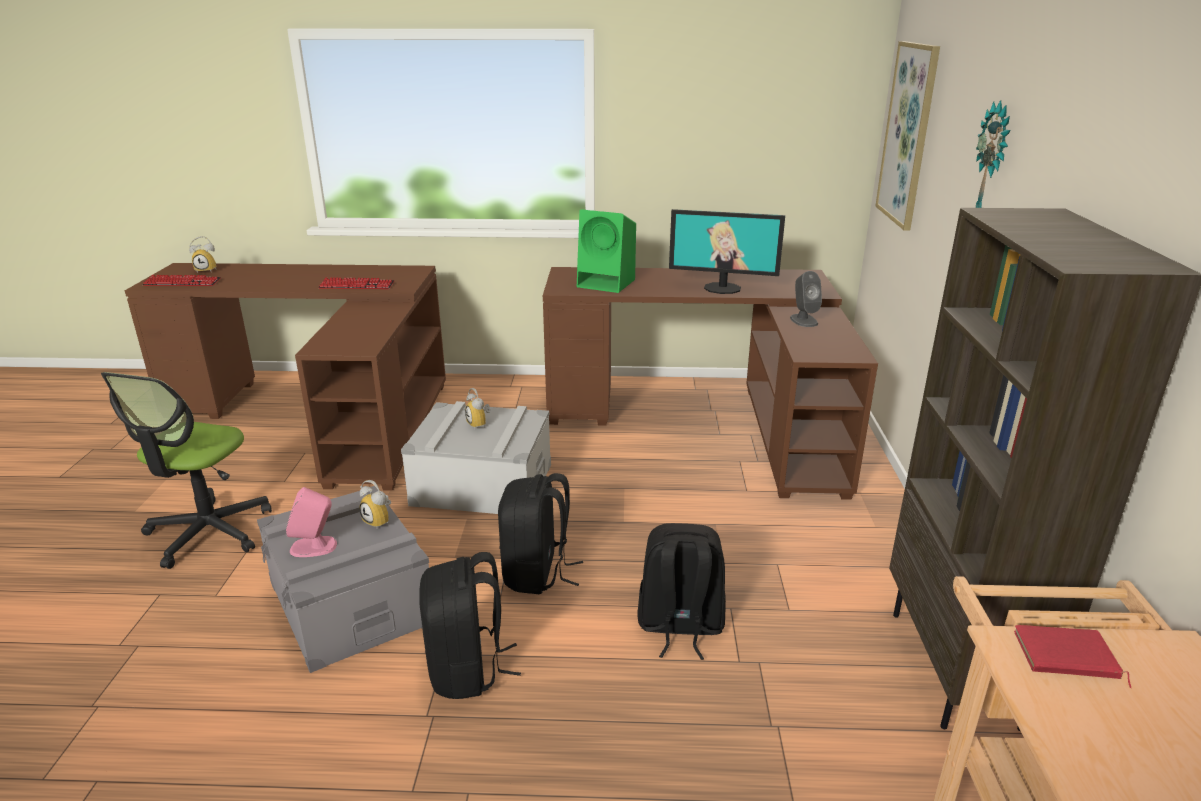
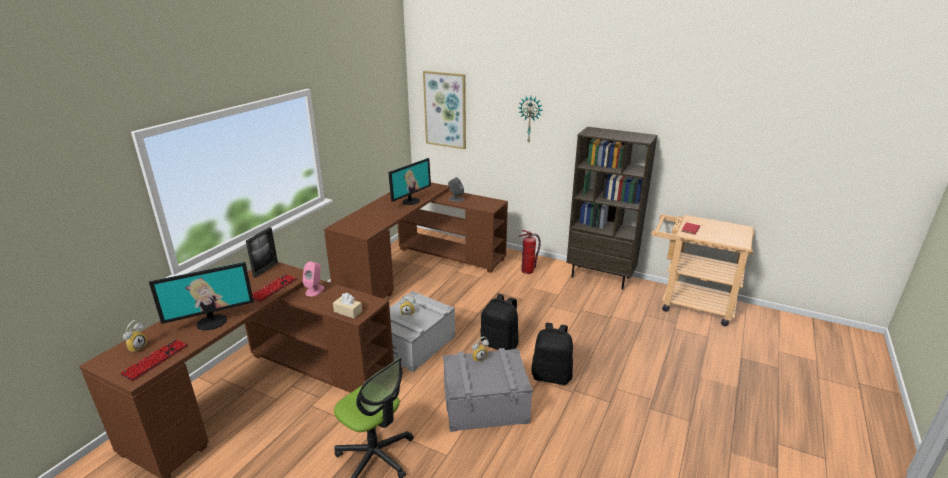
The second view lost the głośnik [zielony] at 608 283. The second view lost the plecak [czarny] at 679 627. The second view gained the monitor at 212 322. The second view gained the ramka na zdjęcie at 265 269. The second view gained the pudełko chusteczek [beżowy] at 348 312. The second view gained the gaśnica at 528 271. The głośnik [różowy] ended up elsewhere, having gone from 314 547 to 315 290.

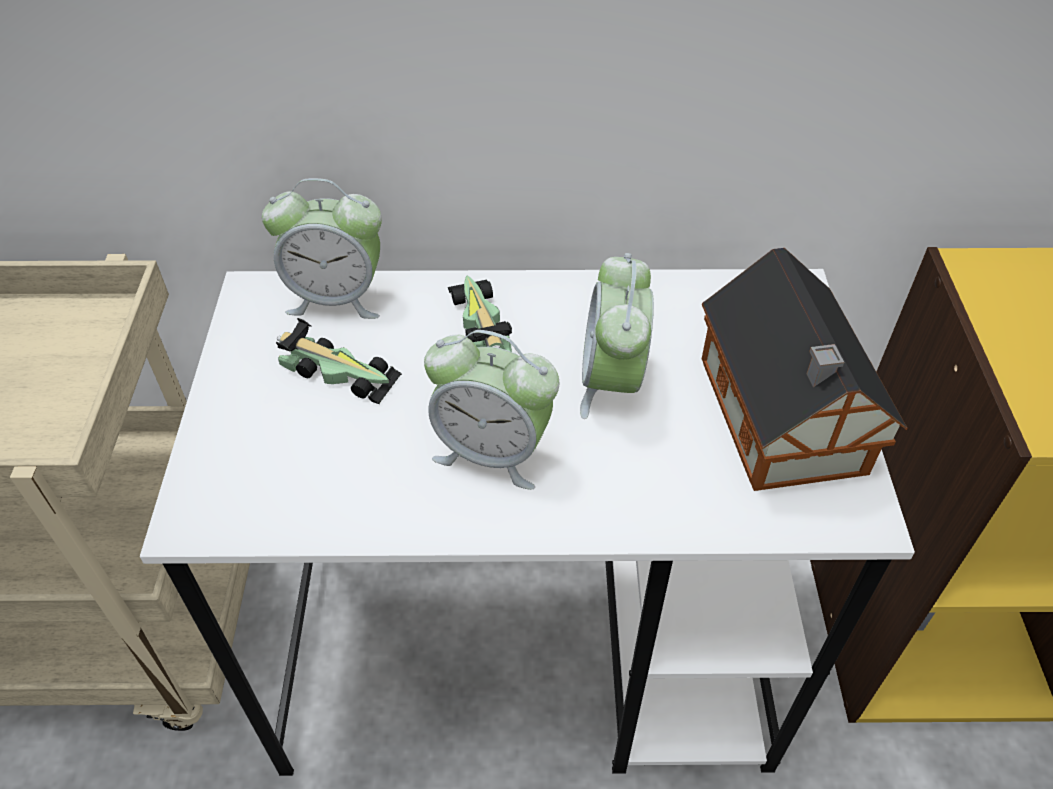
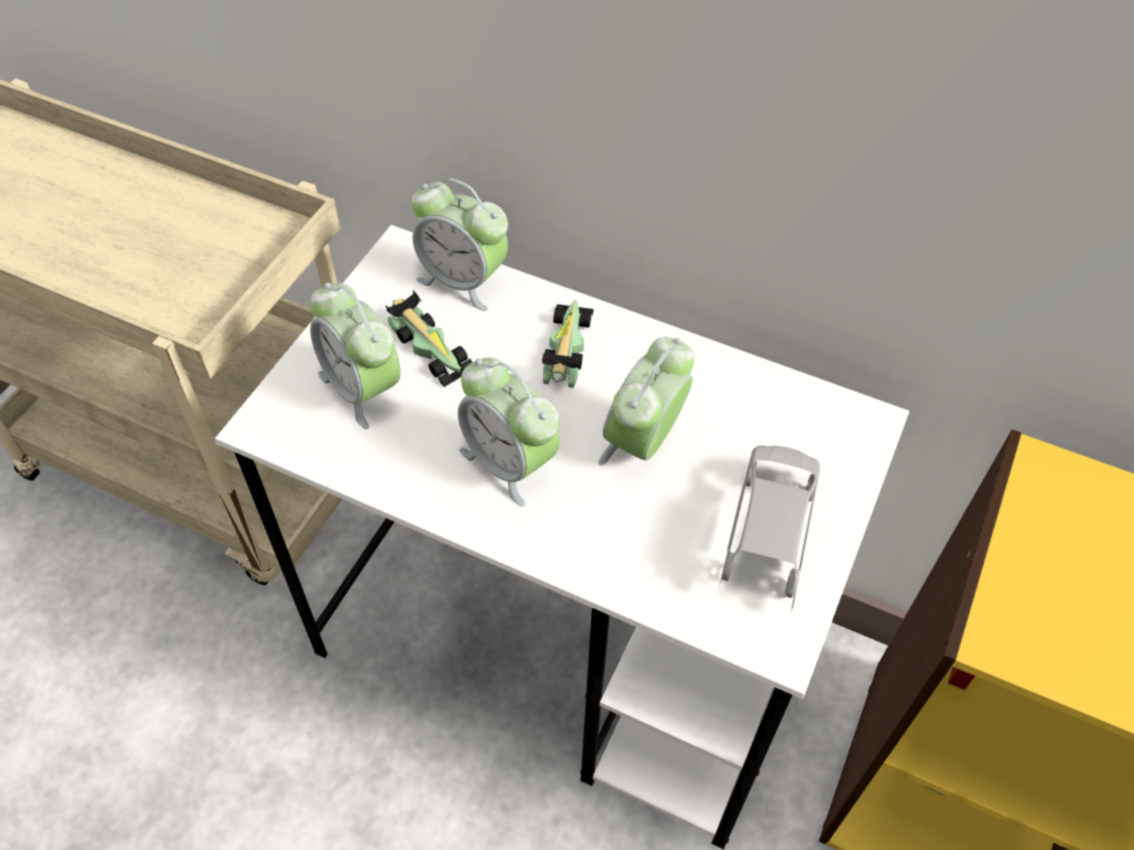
The second view gained the budzik at 363 388. Where the domek stood at 781 421, the samochodzik [szary] came to stand at 767 535.

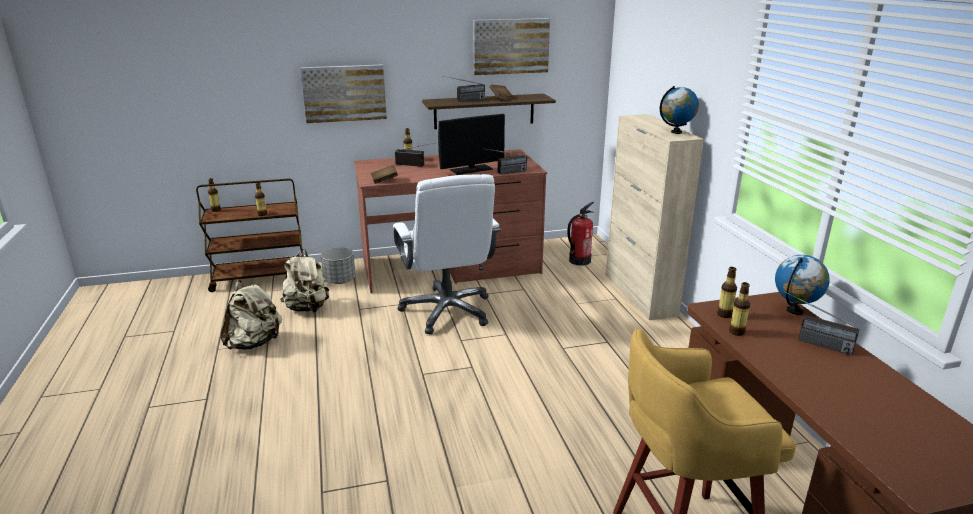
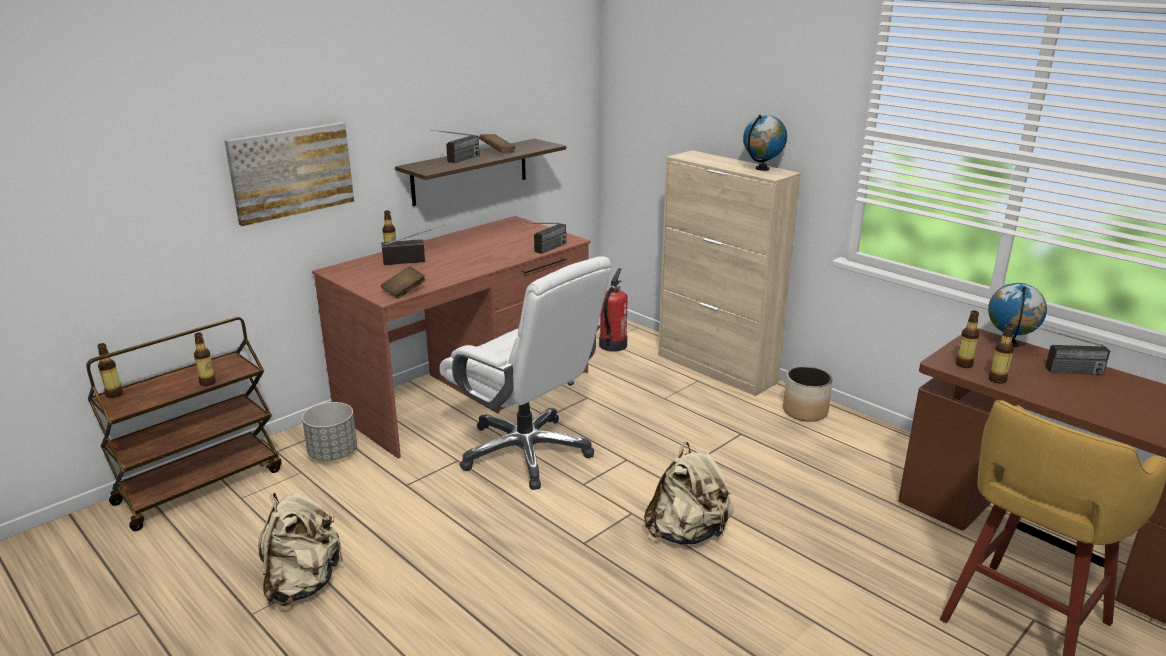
The second view lost the monitor at 471 169. The second view lost the obraz at 510 46. The second view gained the donica at 805 411. The plecak [beżowy] ended up elsewhere, having gone from 307 308 to 687 533.

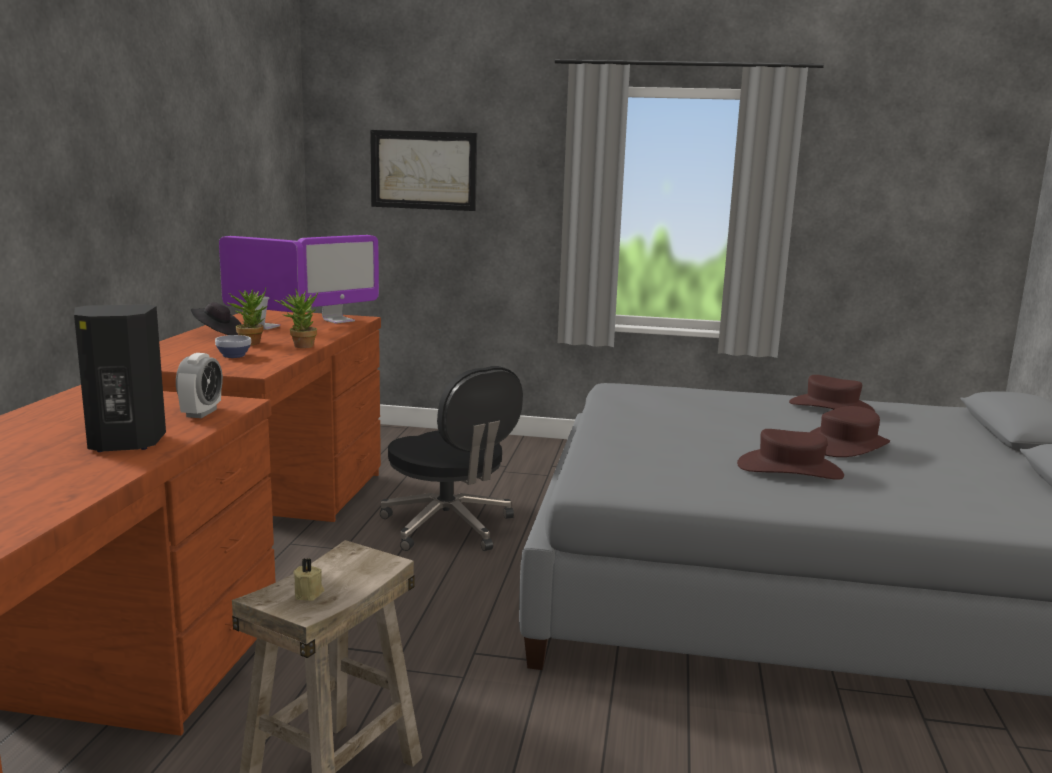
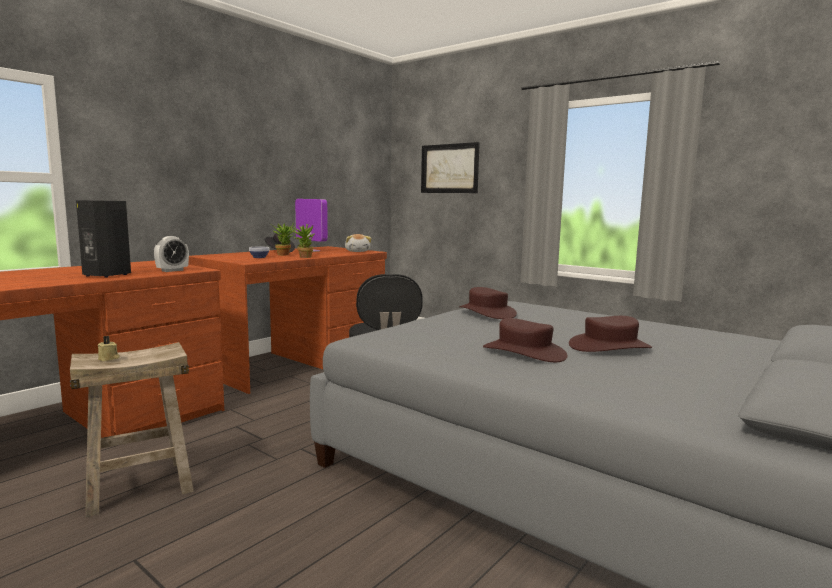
The kapelusz [brązowy] ended up elsewhere, having gone from 831 408 to 487 312. Where the monitor stood at 338 320, the pluszak came to stand at 357 251.

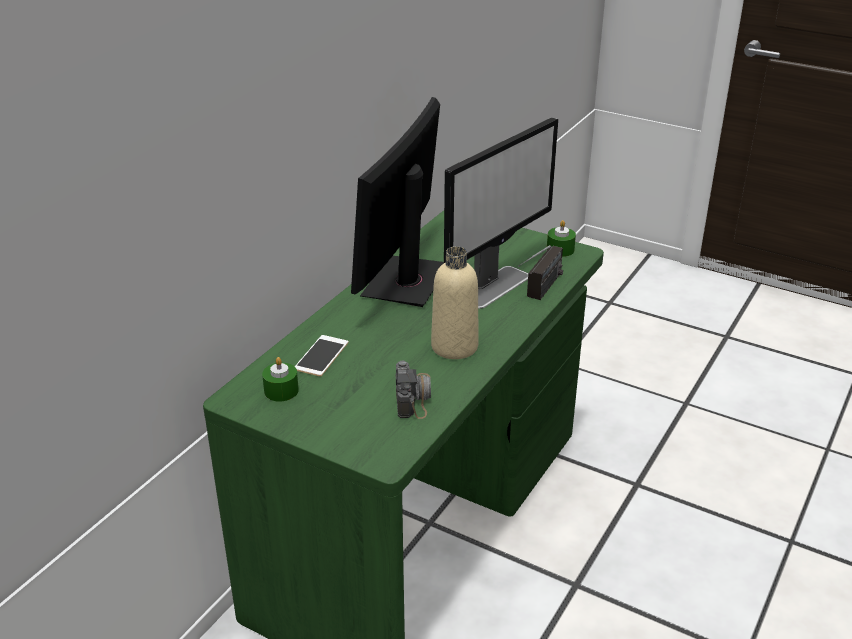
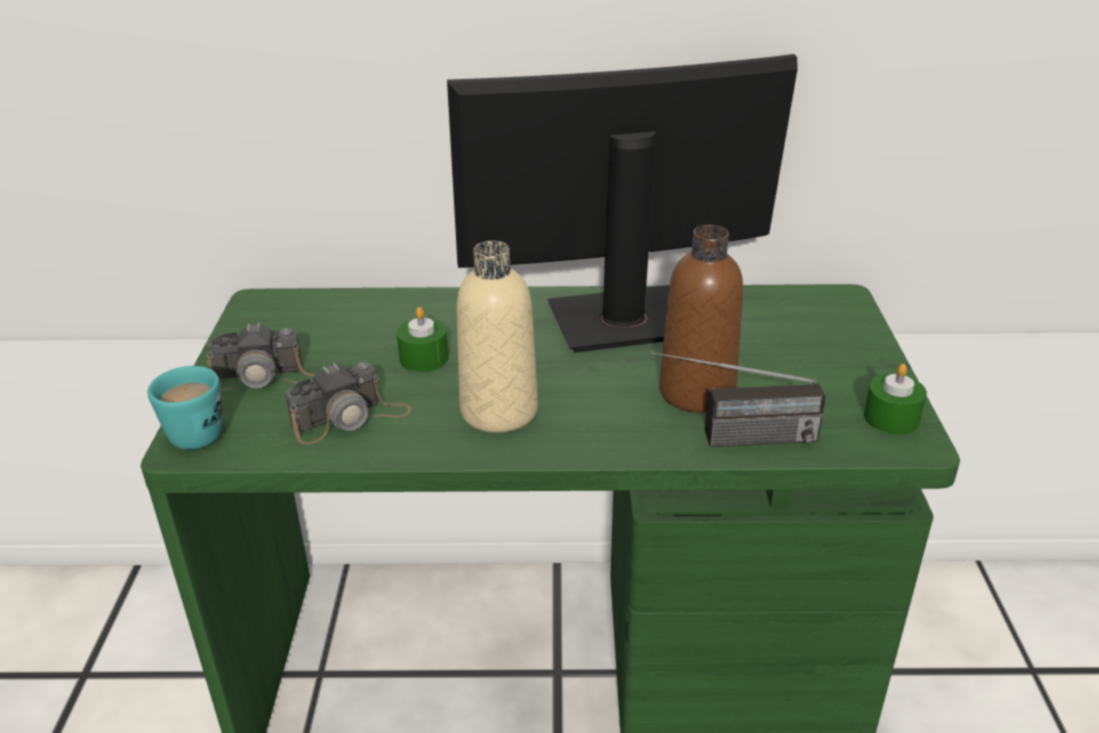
The second view lost the telefon at 321 356. The second view gained the kubek [turkusowy] at 197 429. The second view gained the aparat fotograficzny at 266 377. The świeca [zielony] ended up elsewhere, having gone from 281 390 to 424 358. Where the monitor stood at 494 287, the butelka [brązowy] came to stand at 697 392.

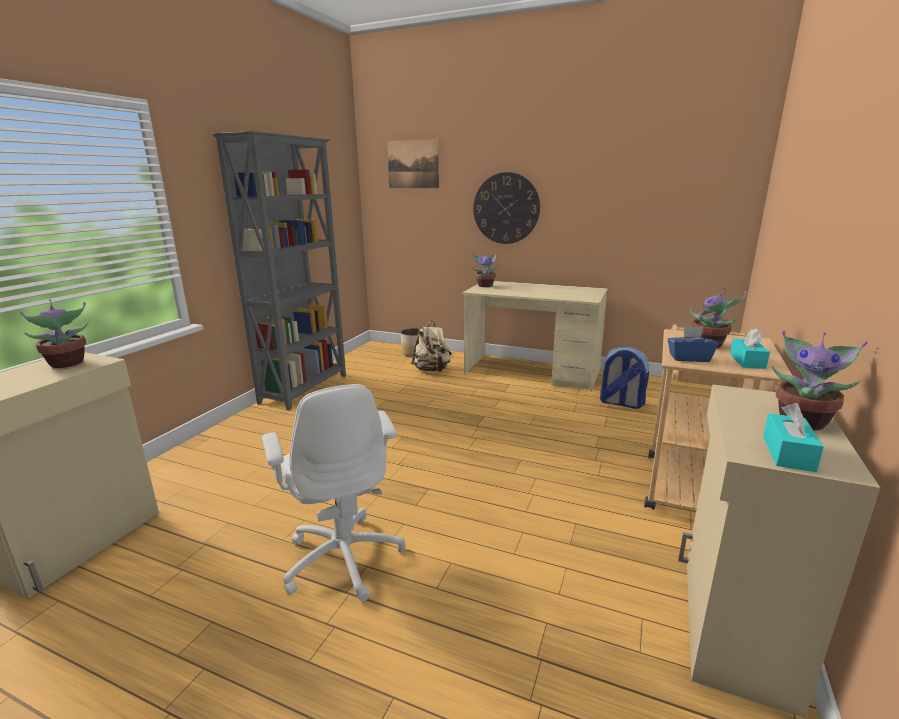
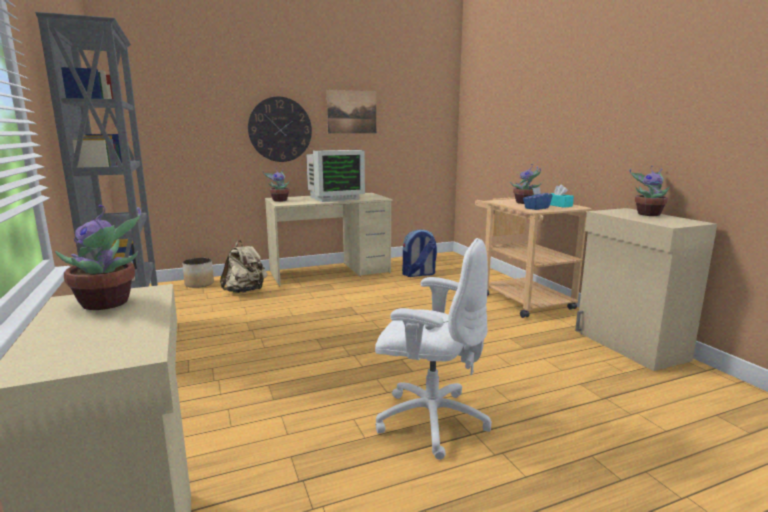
The second view lost the pudełko chusteczek [turkusowy] at 788 453. The second view gained the monitor at 334 198. The obraz ended up elsewhere, having gone from 413 164 to 352 112.

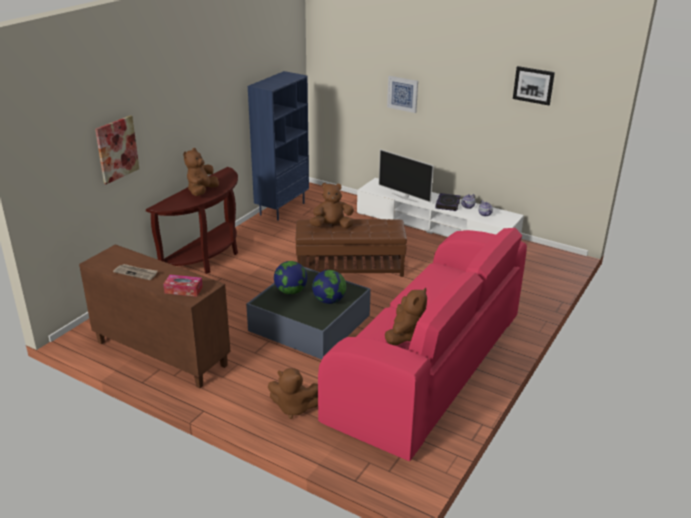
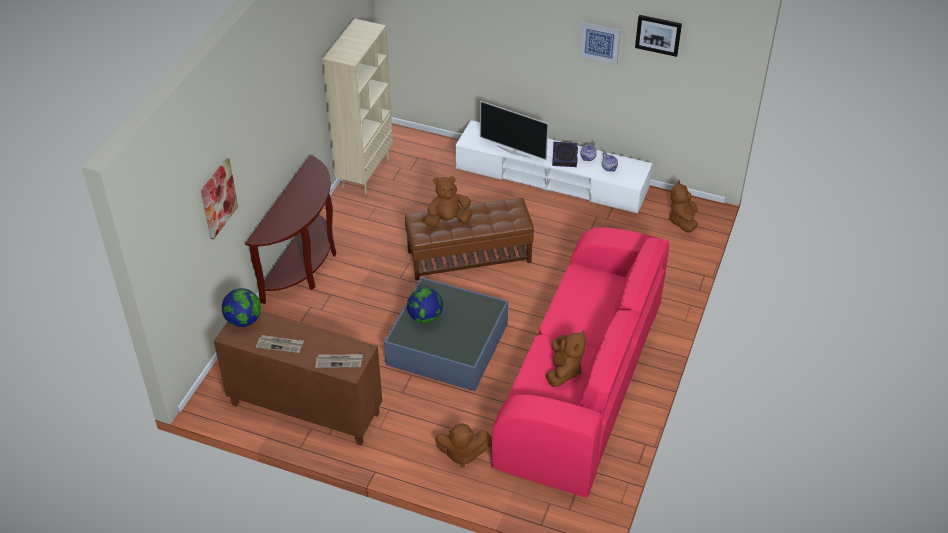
The pluszak [brązowy] ended up elsewhere, having gone from 202 192 to 682 221. The globus ended up elsewhere, having gone from 329 301 to 244 320. The obraz ended up elsewhere, having gone from 402 94 to 599 42. Where the pudełko chusteczek stood at 183 290, the gazeta came to stand at 339 361. What was the regał [niebieski] at 282 208 turned into the regał [beżowy] at 364 172.

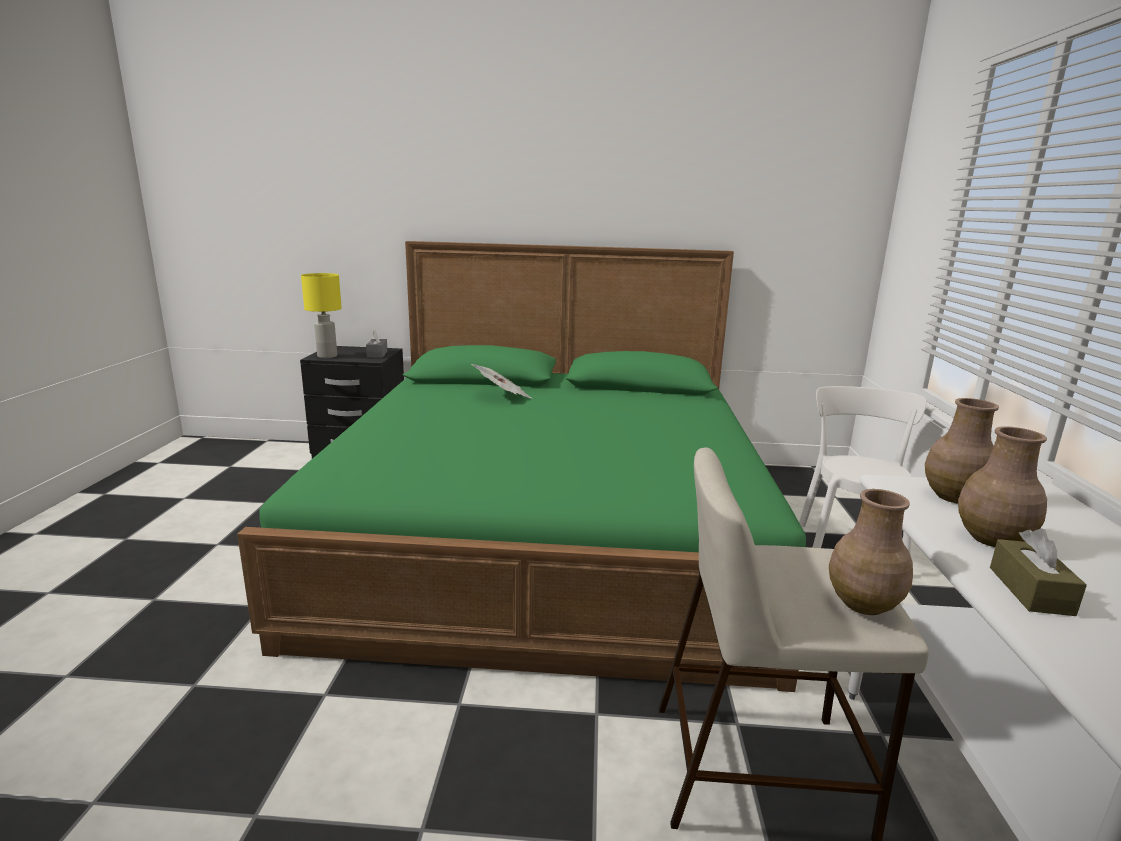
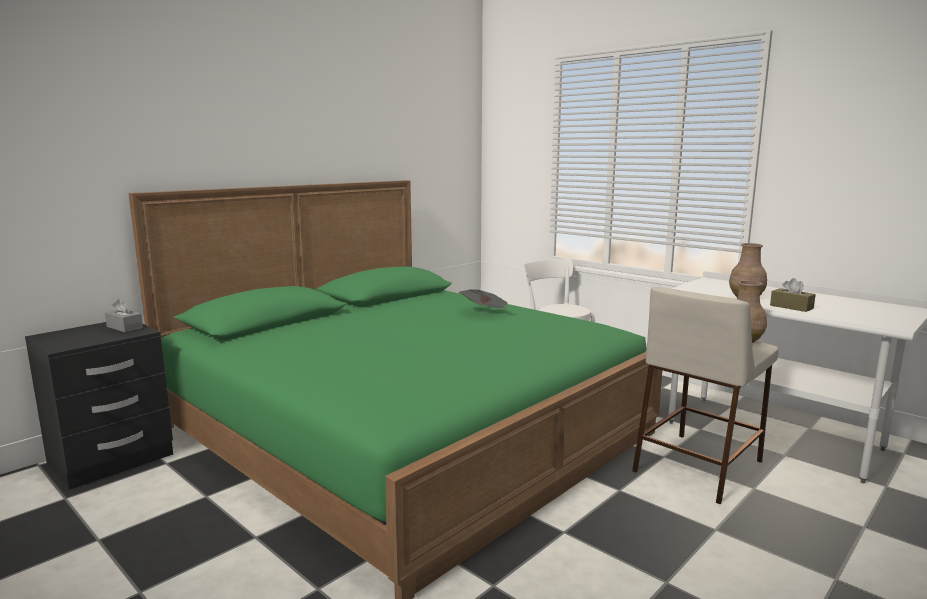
The second view lost the lampa stołowa [żółty] at 326 356. The second view lost the wazon [brązowy] at 954 496. The gazeta ended up elsewhere, having gone from 502 397 to 485 313.

